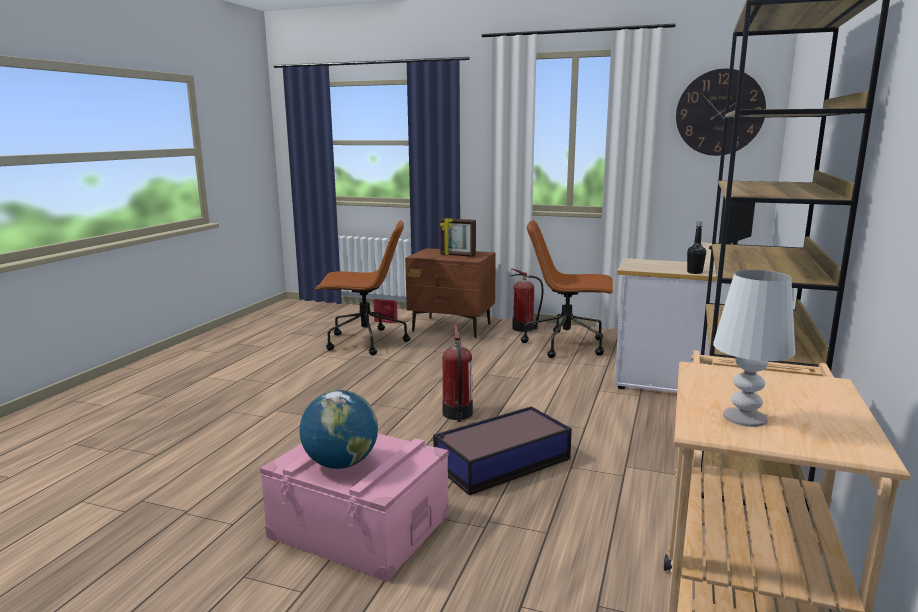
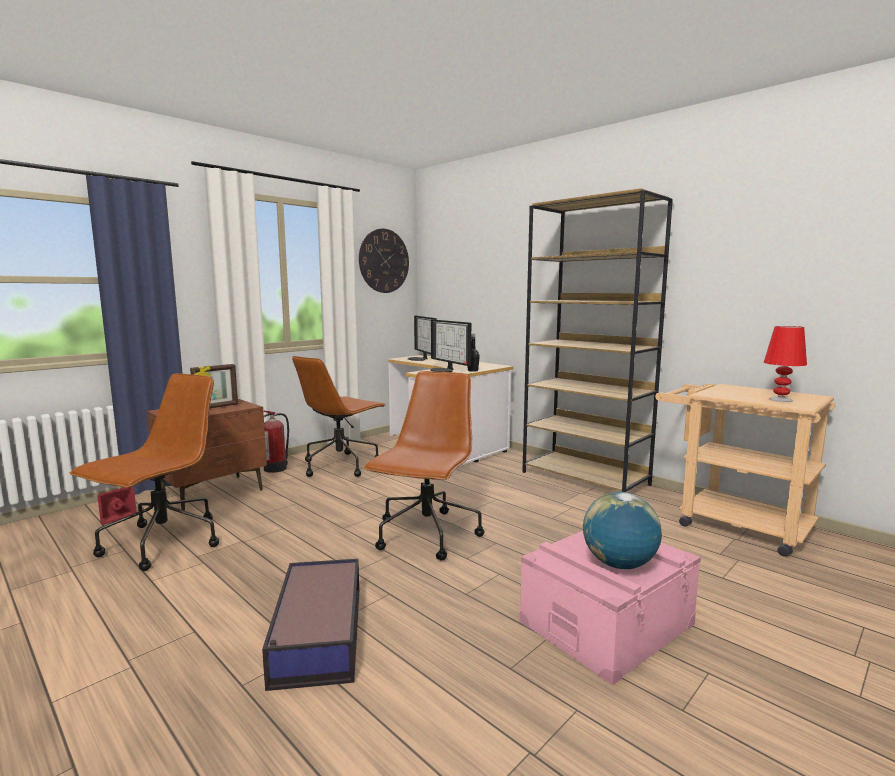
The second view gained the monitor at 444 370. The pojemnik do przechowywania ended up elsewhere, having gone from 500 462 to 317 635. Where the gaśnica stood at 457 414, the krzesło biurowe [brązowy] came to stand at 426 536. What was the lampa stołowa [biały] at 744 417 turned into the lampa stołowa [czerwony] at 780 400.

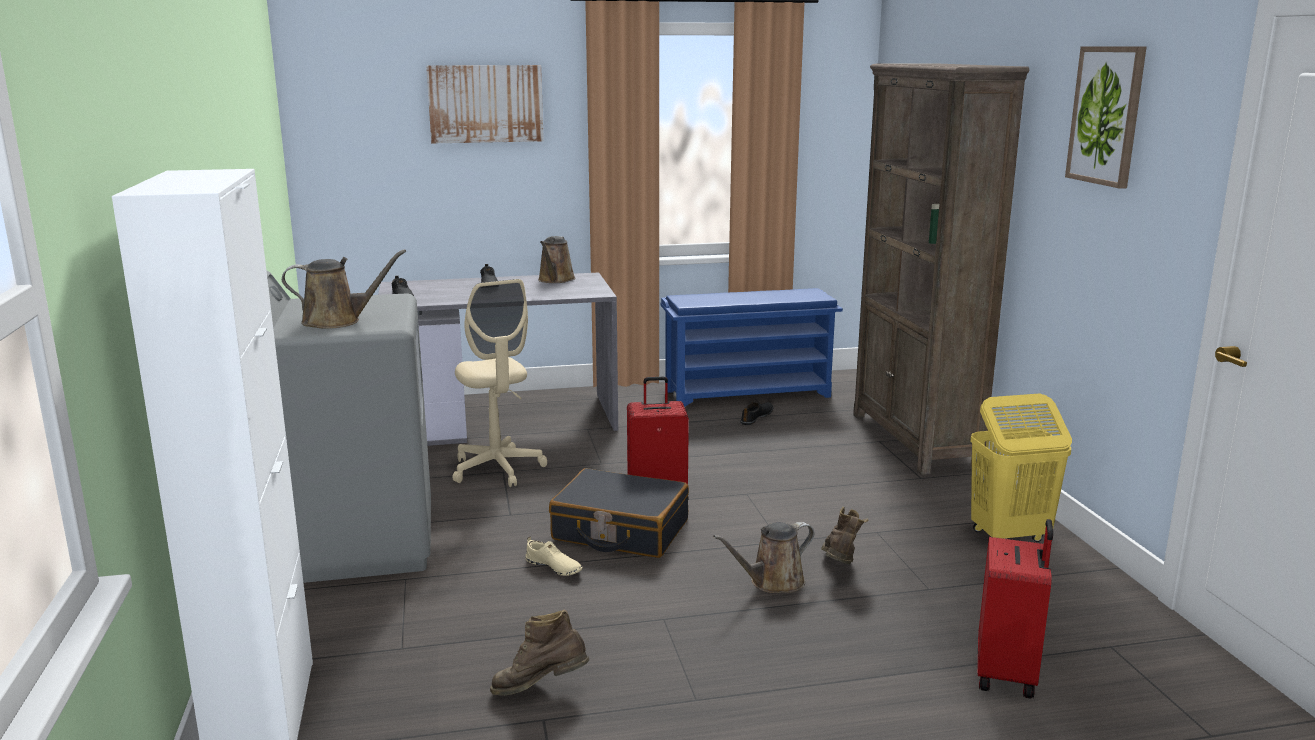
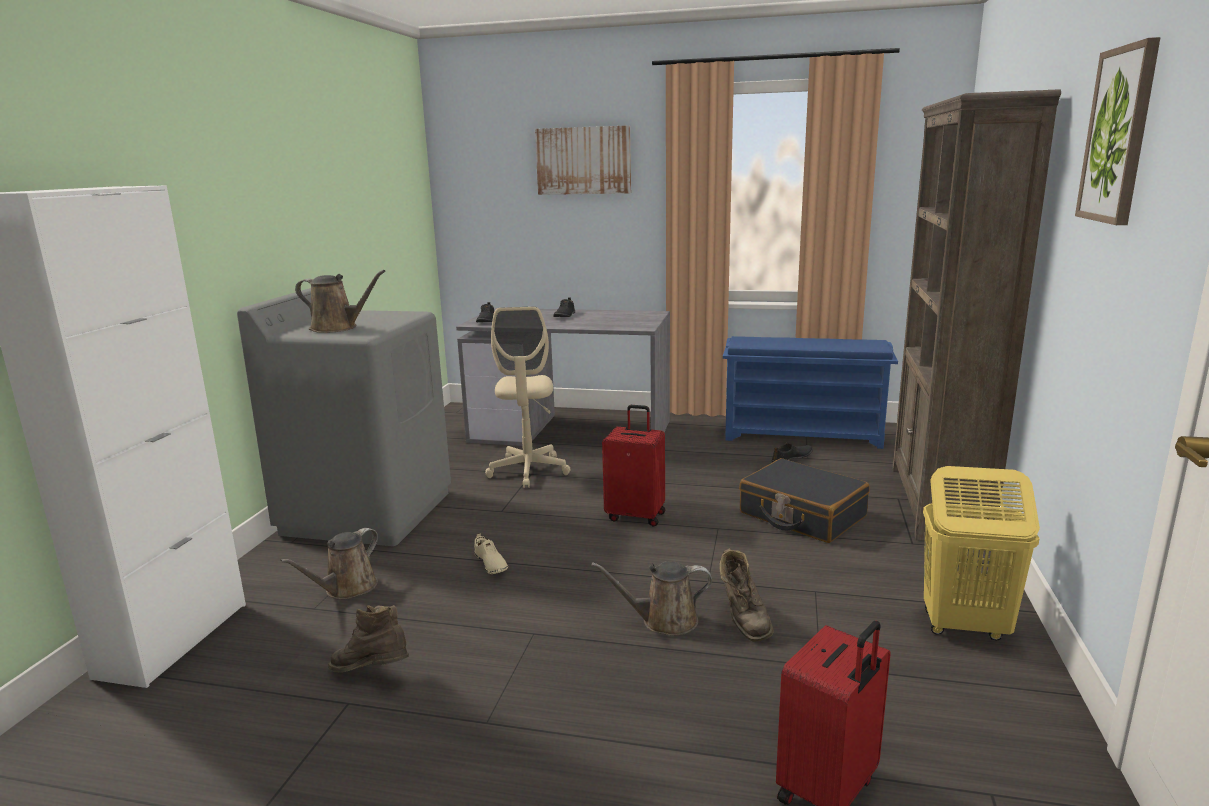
The konewka [brązowy] ended up elsewhere, having gone from 555 280 to 347 589. The walizka [czarny] ended up elsewhere, having gone from 620 531 to 801 515. The but z cholewką [brązowy] at 839 567 ended up facing another way, 135 degrees clockwise from before.

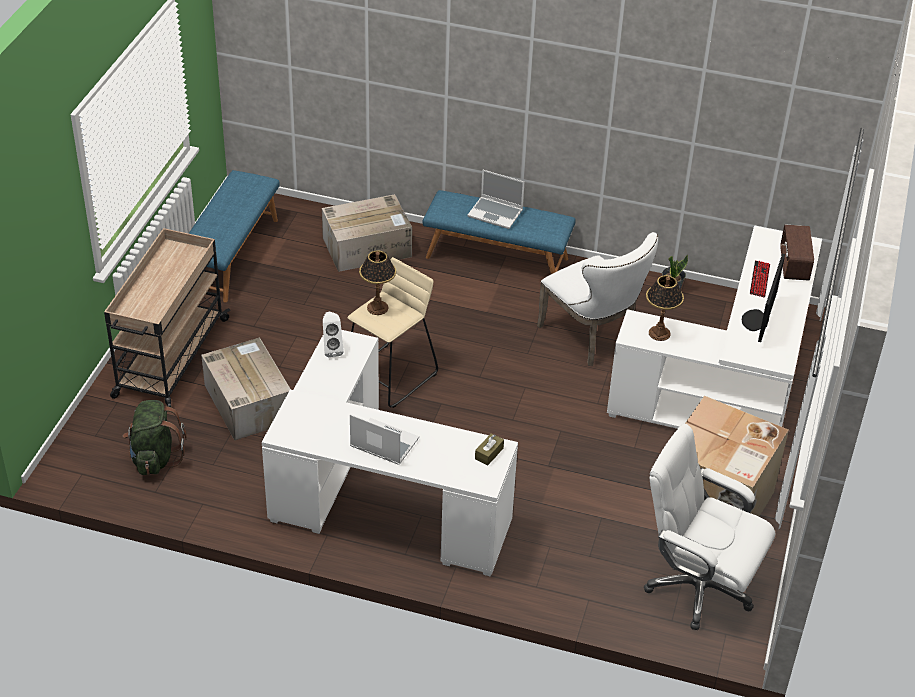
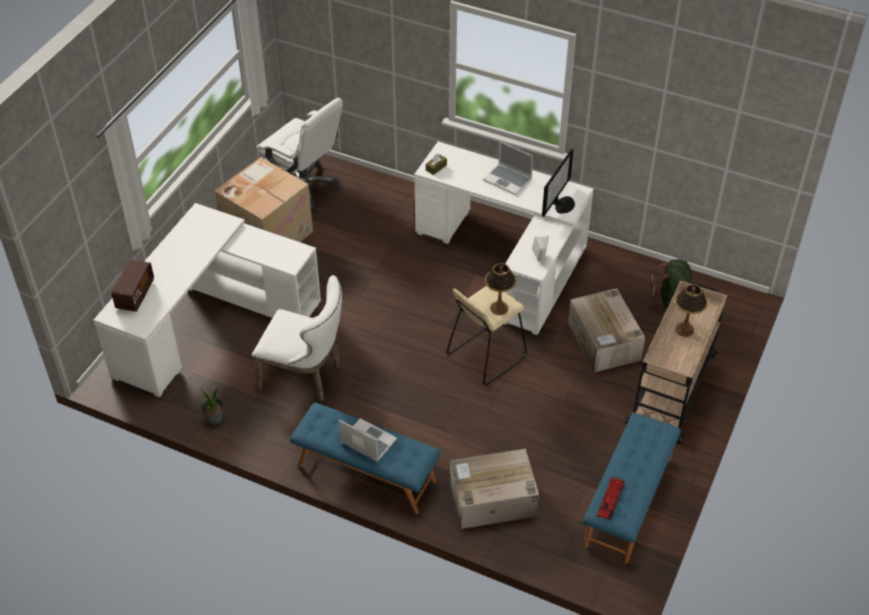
The lampa stołowa ended up elsewhere, having gone from 659 333 to 684 329. The monitor ended up elsewhere, having gone from 757 321 to 562 204. The klawiatura ended up elsewhere, having gone from 759 279 to 610 499. The krzesło [biały] at 592 338 ended up facing another way, 135 degrees clockwise from before.

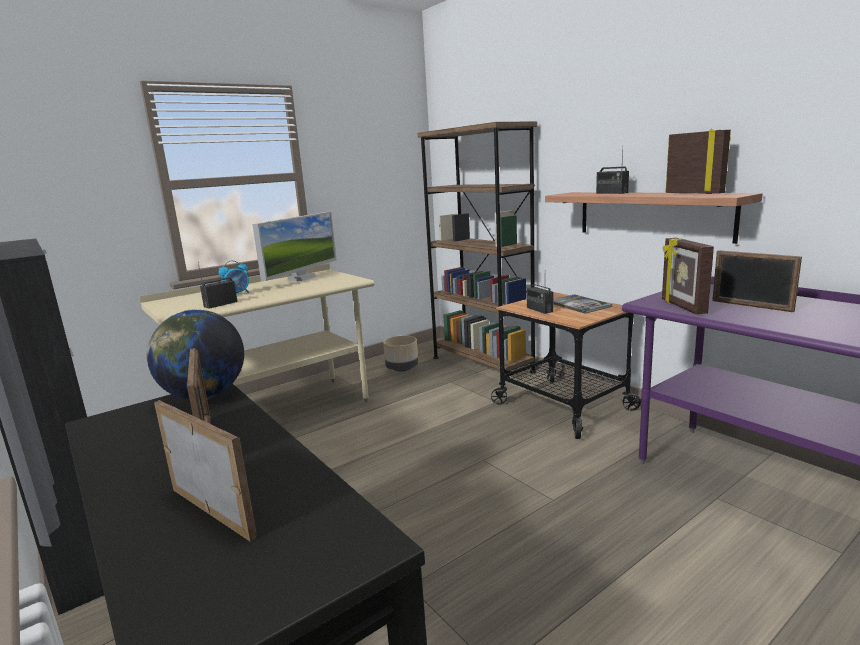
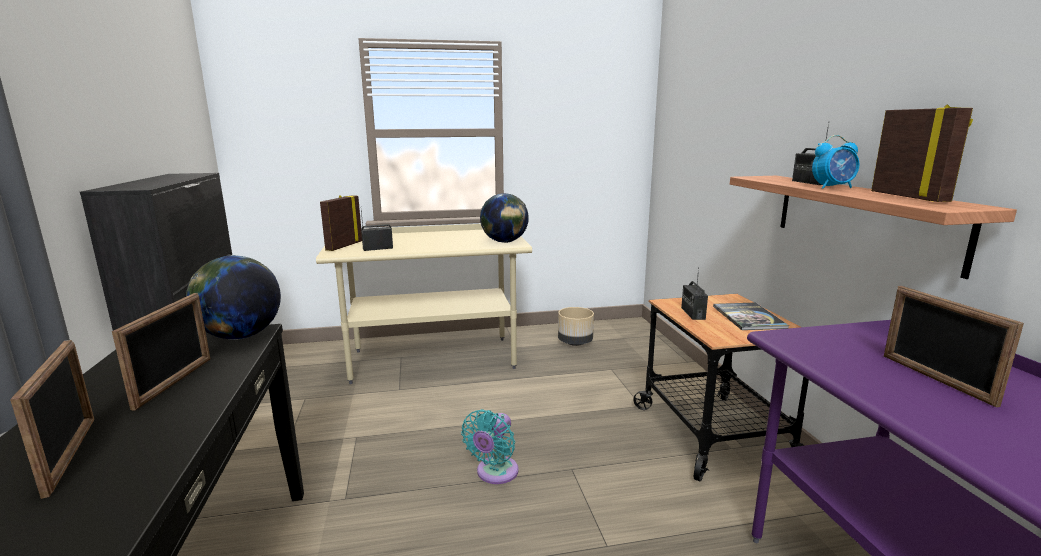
The second view lost the monitor at 301 278. The second view lost the regał [brązowy] at 482 364. The second view gained the wentylator [turkusowy] at 495 473. The second view gained the globus at 504 242. The budzik ended up elsewhere, having gone from 237 294 to 833 187. The ramka na zdjęcie ended up elsewhere, having gone from 682 307 to 343 246.

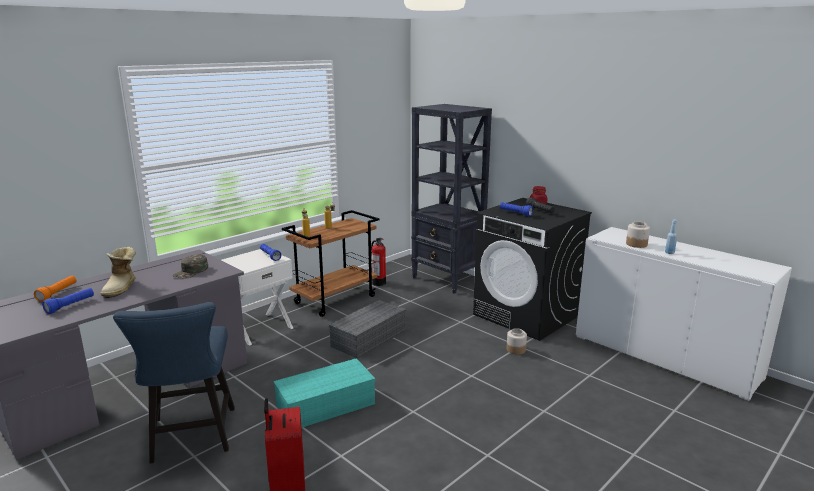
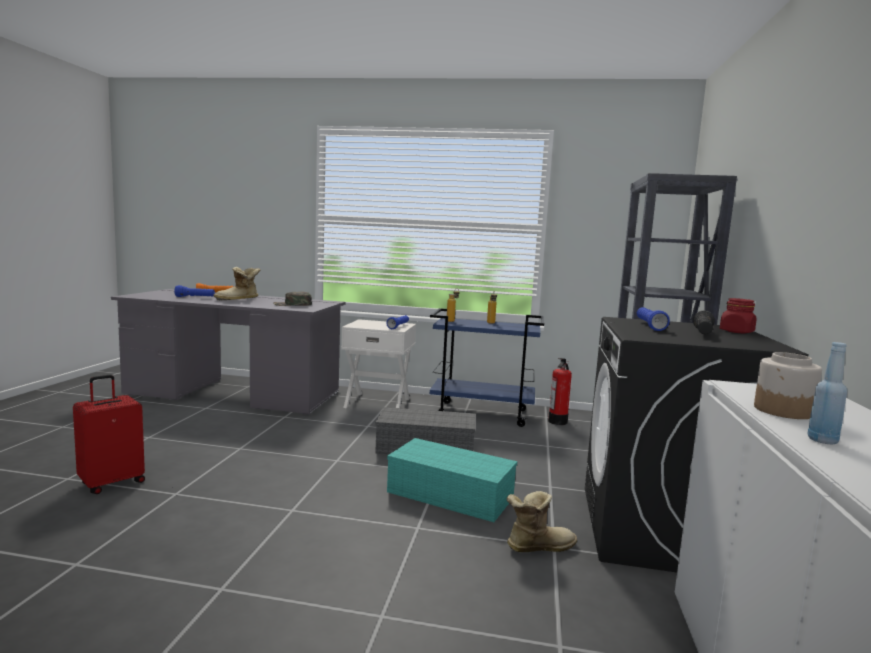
The second view lost the krzesło [niebieski] at 192 439. The pojemnik do przechowywania [turkusowy] ended up elsewhere, having gone from 325 406 to 448 495. Where the słoik stood at 515 350, the but z cholewką came to stand at 537 546. What was the wózek [brązowy] at 335 299 turned into the wózek [niebieski] at 483 414.

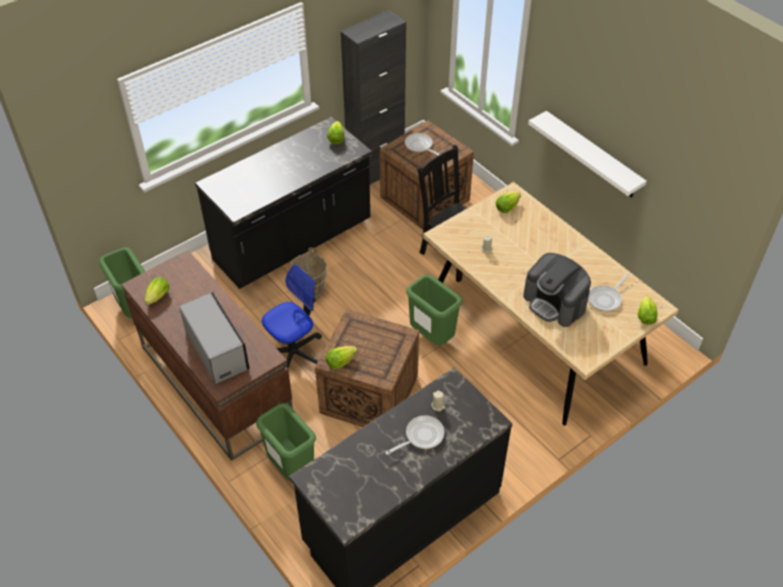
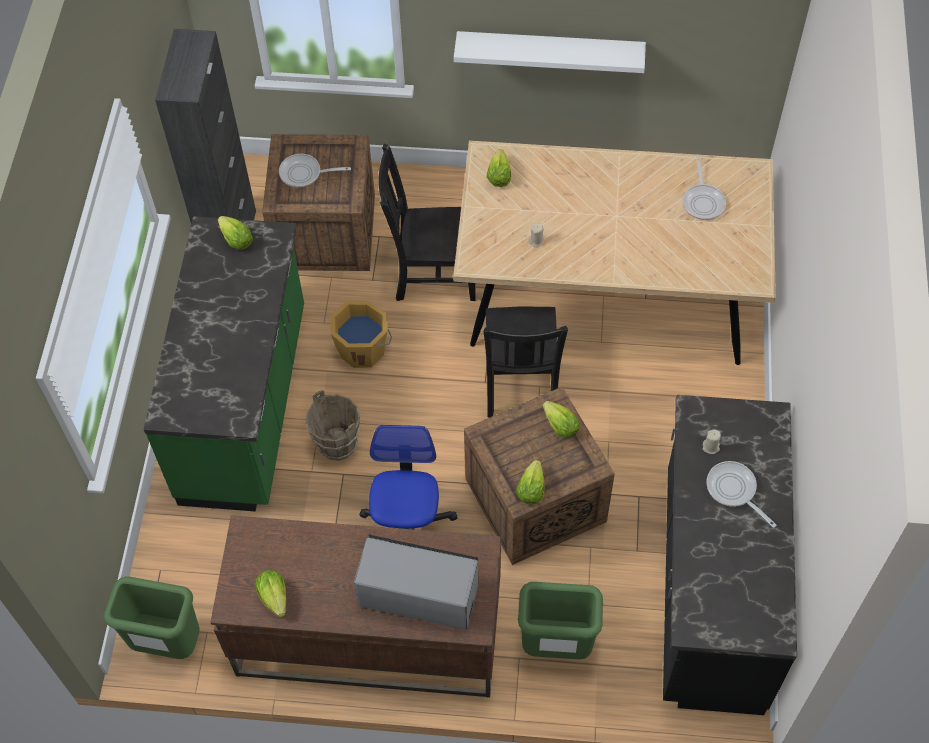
The second view lost the ekspres do kawy at 555 303. The second view gained the wiadro [pomarańczowy] at 363 348. The sałata ended up elsewhere, having gone from 645 317 to 560 426. Where the kosz na śmieci [zielony] stood at 431 337, the krzesło [czarny] came to stand at 520 384. What was the zabudowa kuchenna [czarny] at 293 243 turned into the zabudowa kuchenna [zielony] at 246 405. The patelnia at 421 436 ended up facing another way, 45 degrees counterclockwise from before.

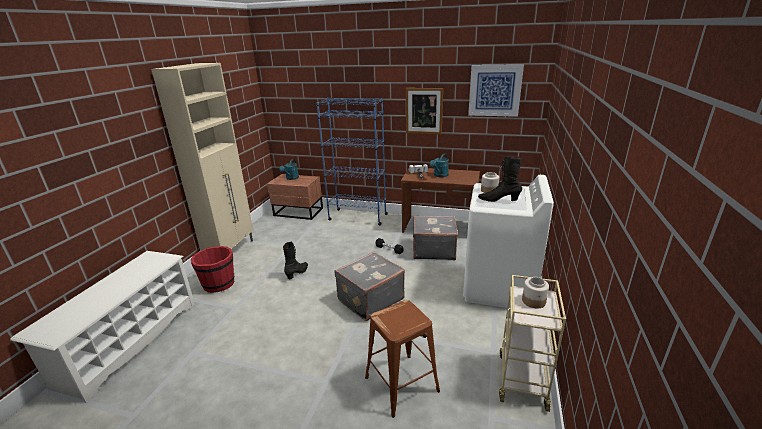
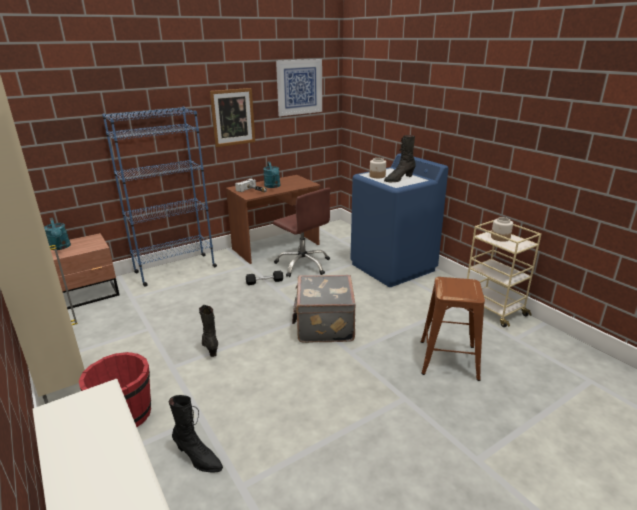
The second view gained the but z cholewką [czarny] at 198 458. Where the walizka [szary] stood at 433 250, the krzesło biurowe [brązowy] came to stand at 303 265. What was the pralka [biały] at 499 287 turned into the pralka [niebieski] at 393 267.

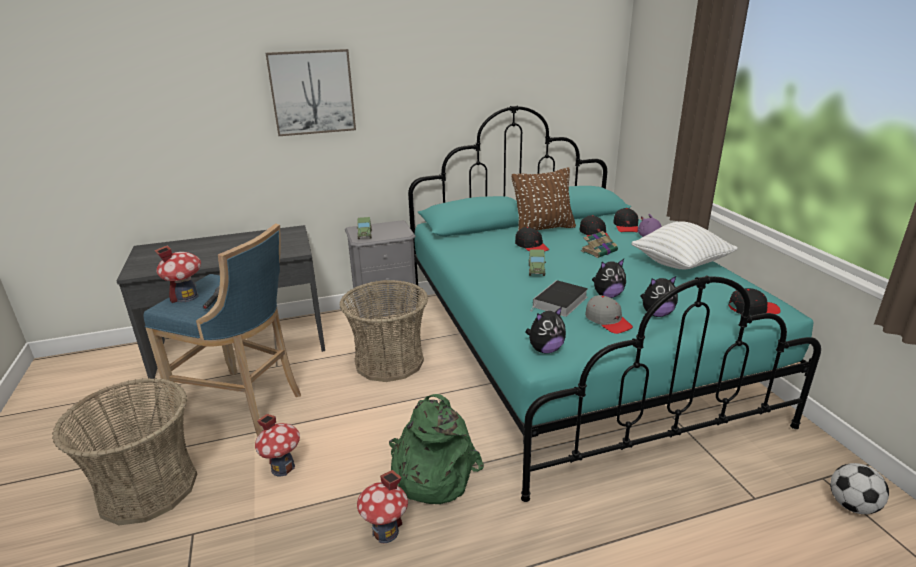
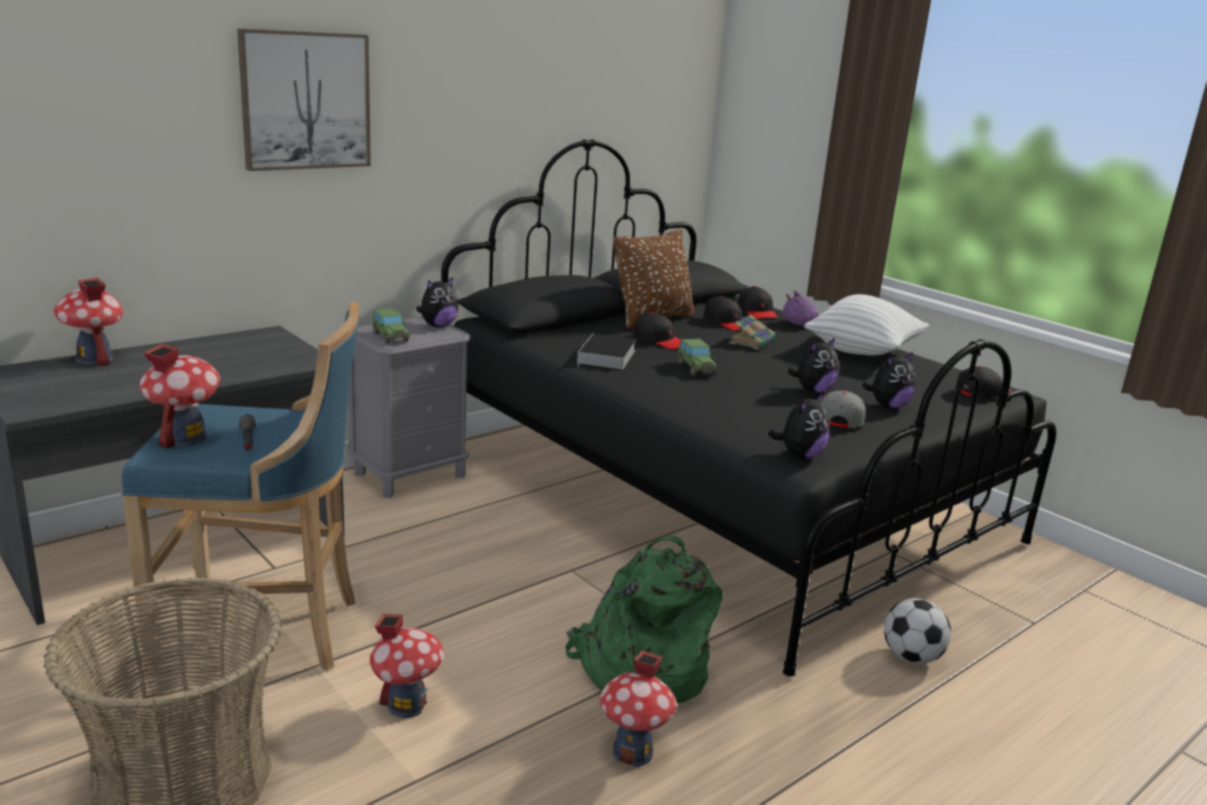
The second view lost the koszyk at 389 361. The second view gained the domek at 94 359. The second view gained the pluszak at 438 325. The książka ended up elsewhere, having gone from 560 302 to 606 357. The piłka futbolowa ended up elsewhere, having gone from 852 506 to 911 657. What was the łóżko [turkusowy] at 571 353 turned into the łóżko [czarny] at 719 495. The czapka z daszkiem [szary] at 608 321 ended up facing another way, 105 degrees counterclockwise from before.

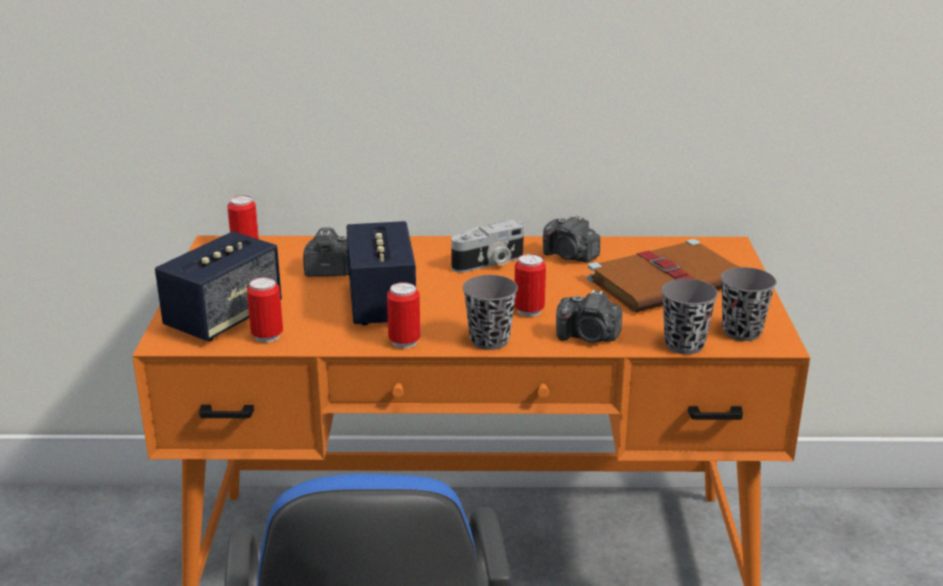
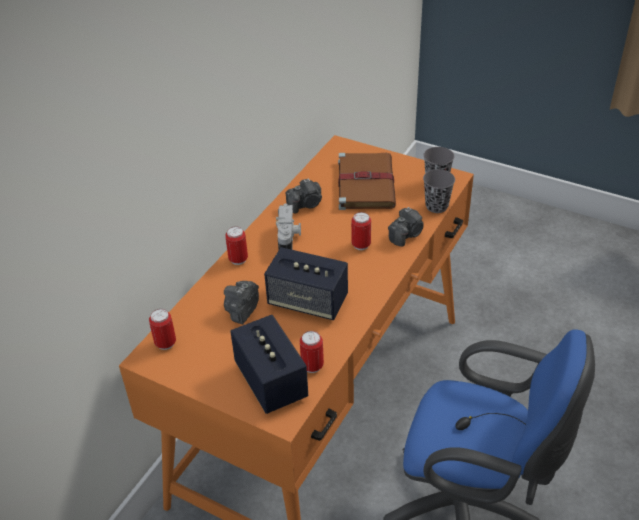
The second view lost the filiżanka [szary] at 489 340. The puszka ended up elsewhere, having gone from 404 342 to 238 259.

